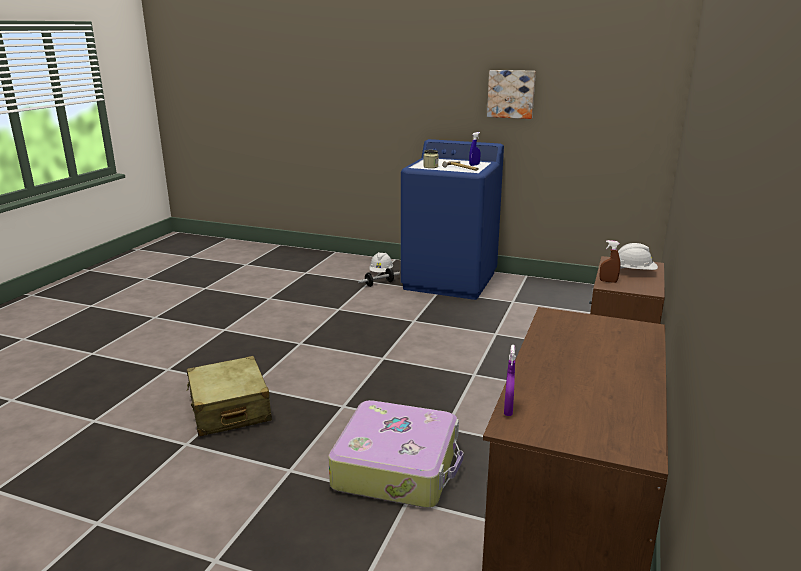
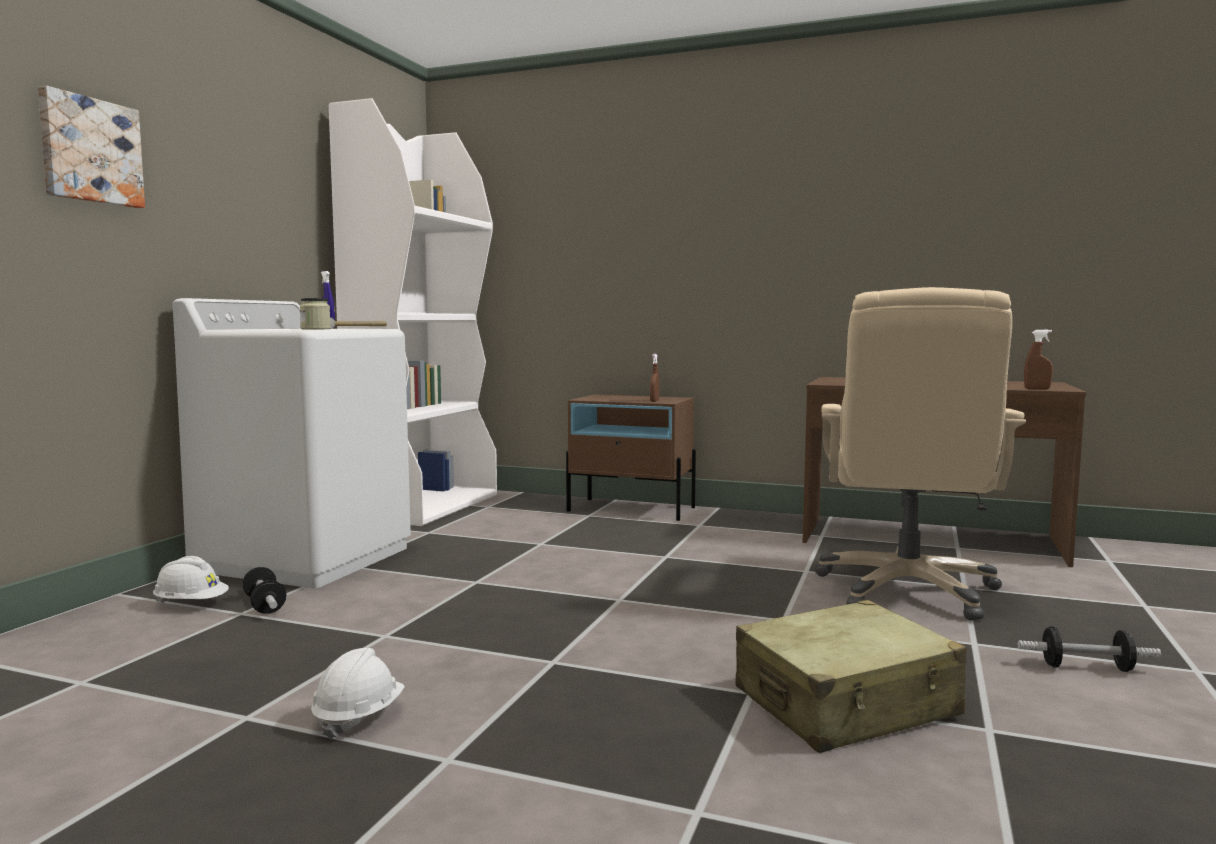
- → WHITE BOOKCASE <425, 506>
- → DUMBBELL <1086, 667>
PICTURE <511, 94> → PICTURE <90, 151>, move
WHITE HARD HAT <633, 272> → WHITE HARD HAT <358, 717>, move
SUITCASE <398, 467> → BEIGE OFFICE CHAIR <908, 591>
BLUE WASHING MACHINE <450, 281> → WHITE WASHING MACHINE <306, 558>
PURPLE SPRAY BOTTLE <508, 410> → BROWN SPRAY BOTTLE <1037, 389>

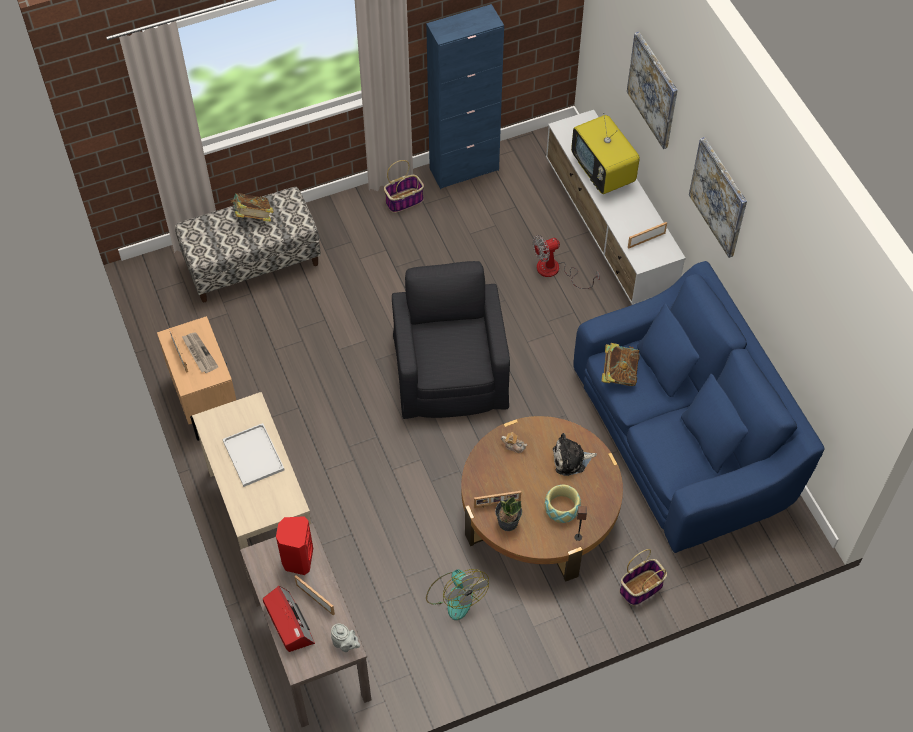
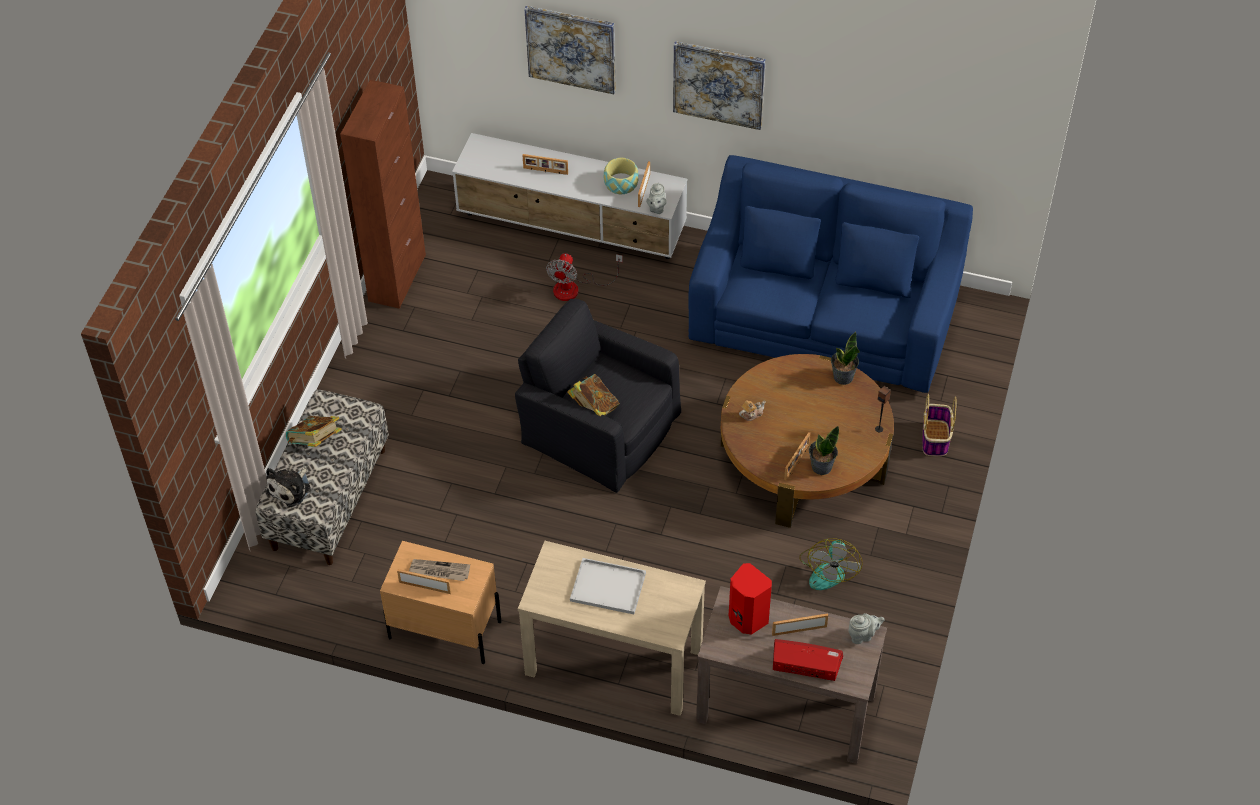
BASKET <404, 200> → -
- → GREY TEAPOT <656, 208>
- → POTTED PLANT <843, 377>
BOWL <562, 509> → BOWL <621, 183>, move
PLUSH TOY <571, 460> → PLUSH TOY <291, 488>, move
BOOK <619, 373> → BOOK <594, 409>, move
TELEVISION <603, 173> → PICTURE FRAME <545, 171>
BLUE CABINET <464, 169> → BROWN CABINET <397, 278>
FAN <455, 595> → FAN <828, 569>, 90 degrees clockwise

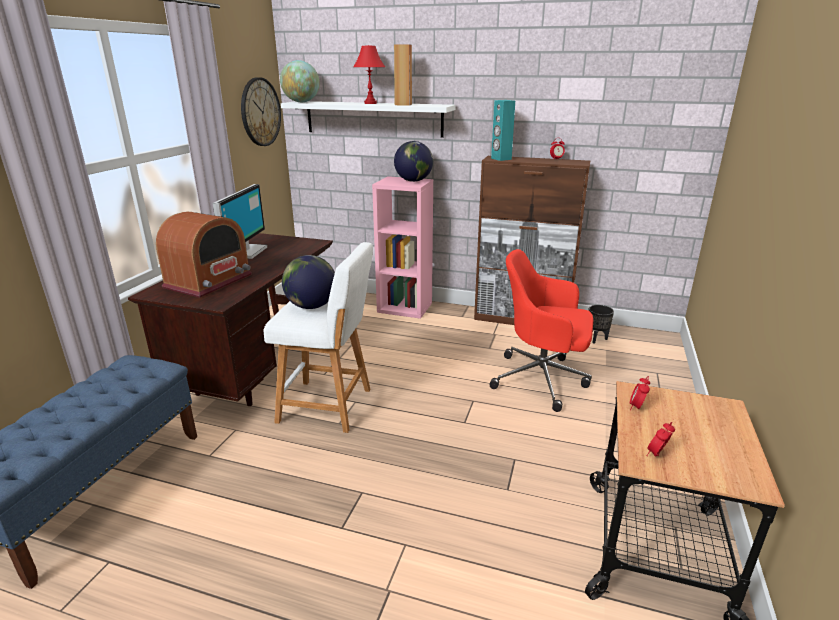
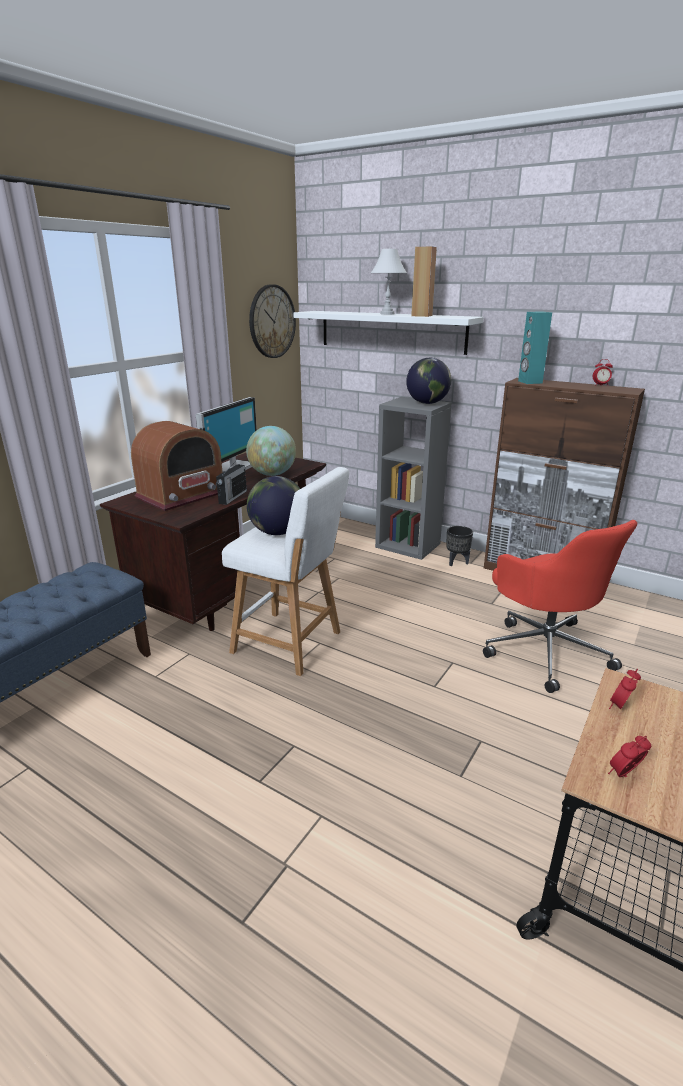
- → RADIO <232, 497>
GLOBE <301, 102> → GLOBE <272, 474>, move
BLACK PLANTER <597, 339> → BLACK PLANTER <457, 562>, move
RED TABLE LAMP <370, 103> → WHITE TABLE LAMP <387, 314>
PINK BOOKCASE <405, 307> → GREY BOOKCASE <408, 545>
RED OFFICE CHAIR <542, 379> → RED OFFICE CHAIR <545, 650>, 150 degrees counterclockwise

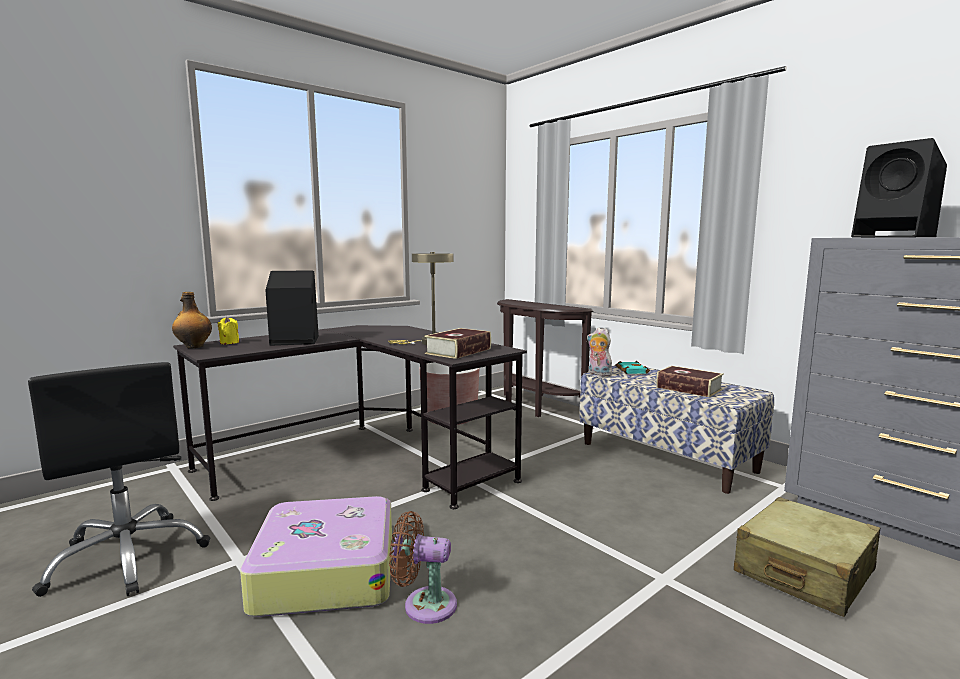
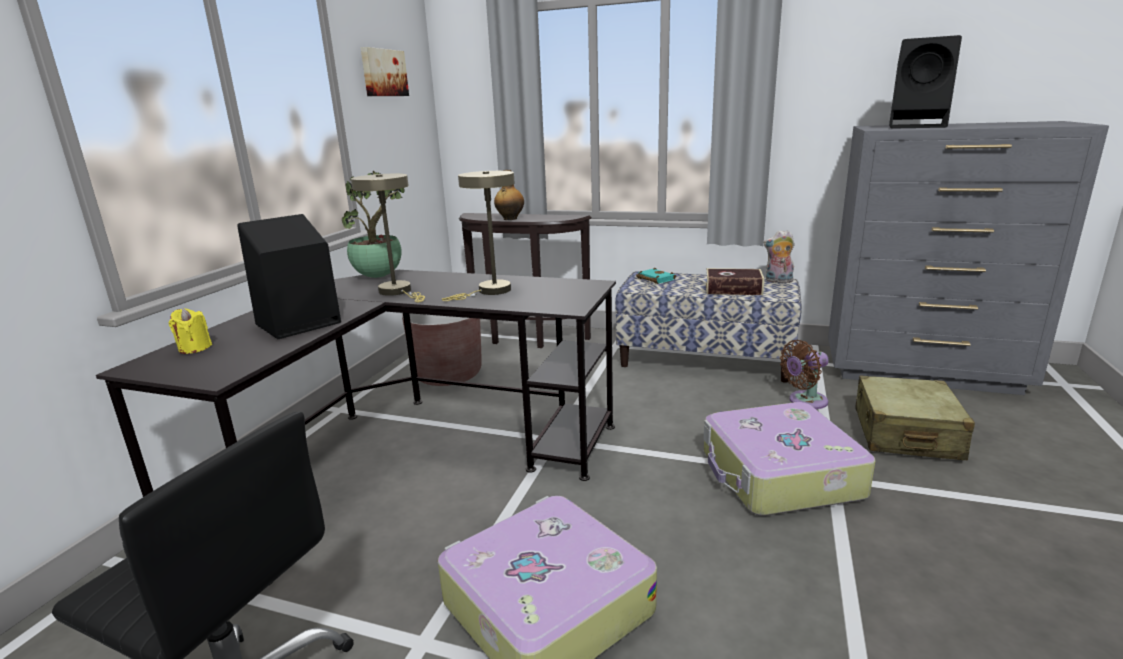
BOOK <458, 351> → -
- → POTTED PLANT <379, 276>
- → BEIGE TABLE LAMP <398, 292>
- → PICTURE <383, 73>
- → SUITCASE <779, 475>
BOTTLE <193, 347> → BOTTLE <510, 219>, move
BROWN FAN <424, 604> → BROWN FAN <804, 401>, move
PLUSH TOY <598, 374> → PLUSH TOY <778, 281>, move

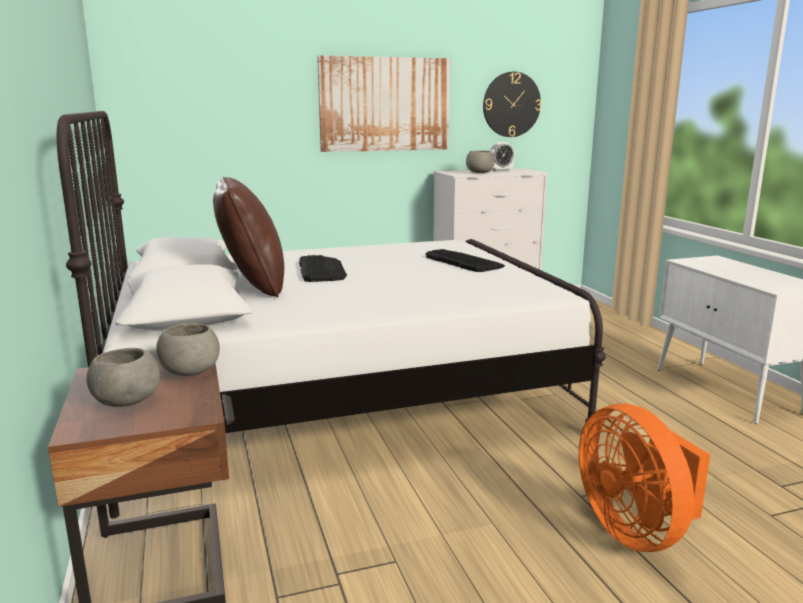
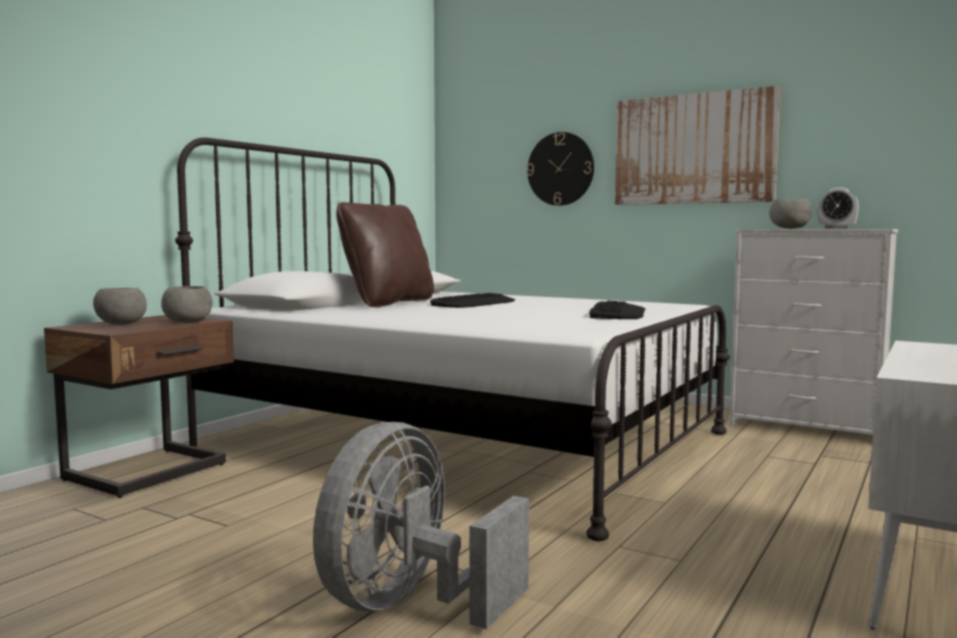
WALL CLOCK <511, 104> → WALL CLOCK <560, 169>, move
ORANGE FAN <635, 530> → GREY FAN <410, 604>

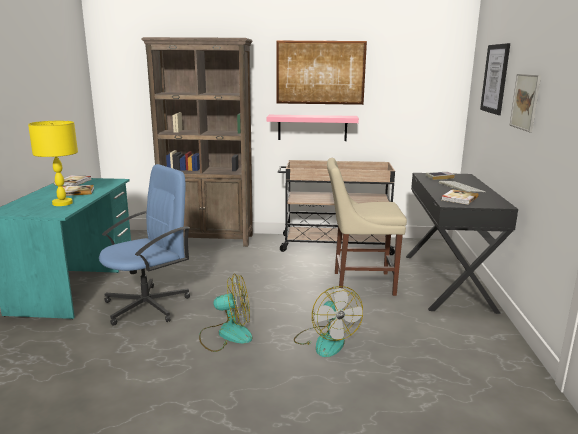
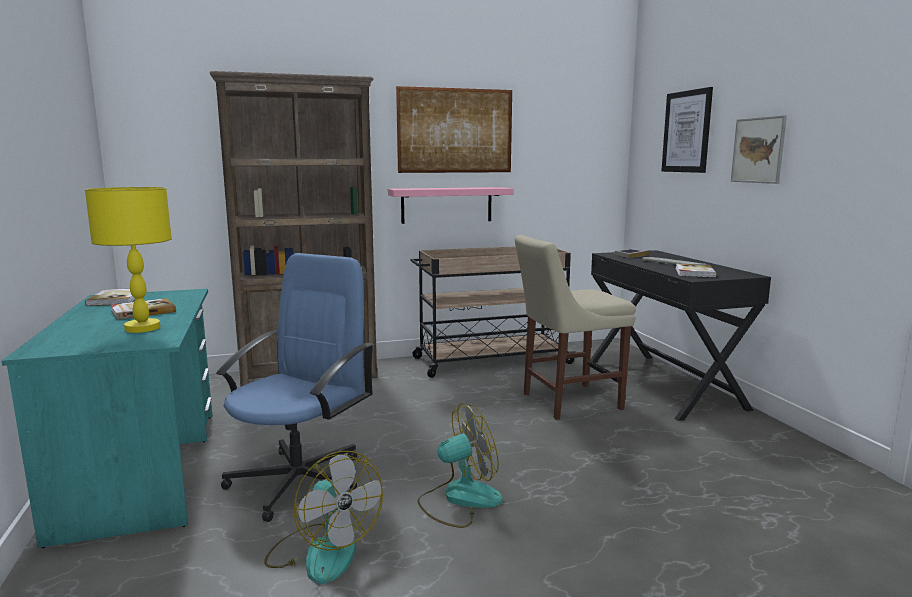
FAN <325, 341> → FAN <322, 551>, move

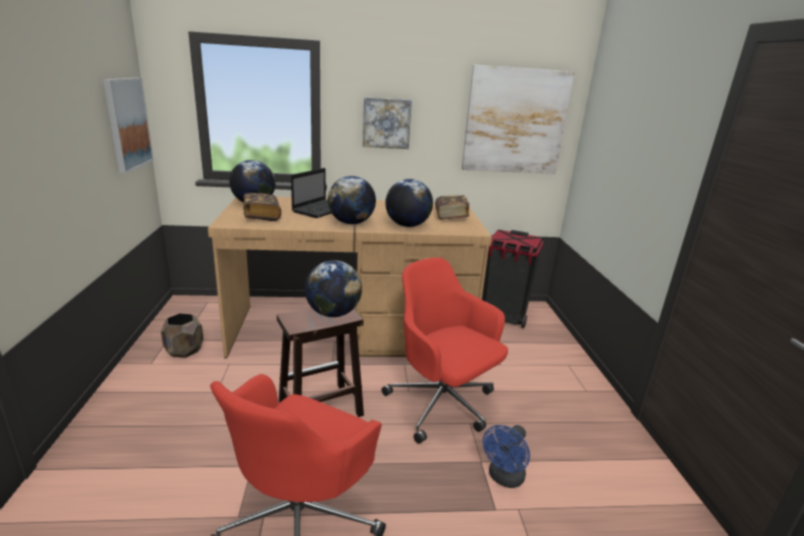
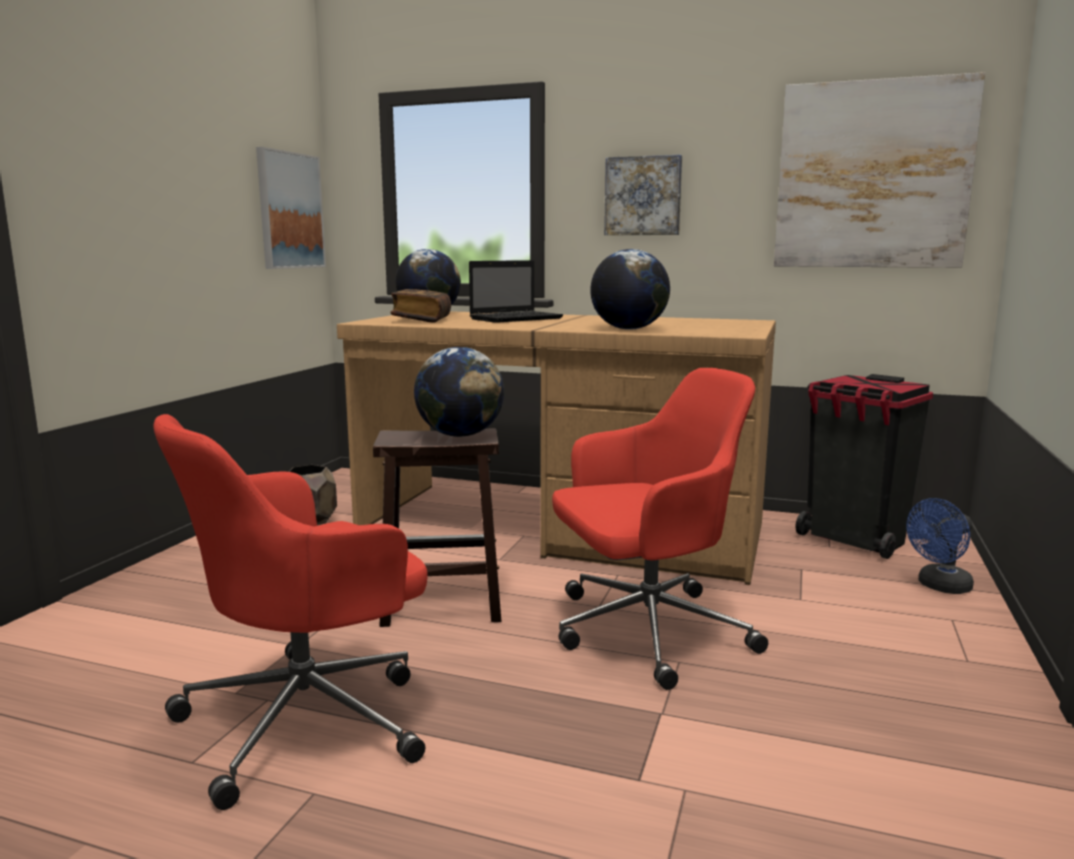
GLOBE <351, 223> → -
BOOK <451, 216> → -
BLUE FAN <504, 478> → BLUE FAN <939, 587>, move
RED OFFICE CHAIR <442, 405> → RED OFFICE CHAIR <645, 631>, 90 degrees clockwise

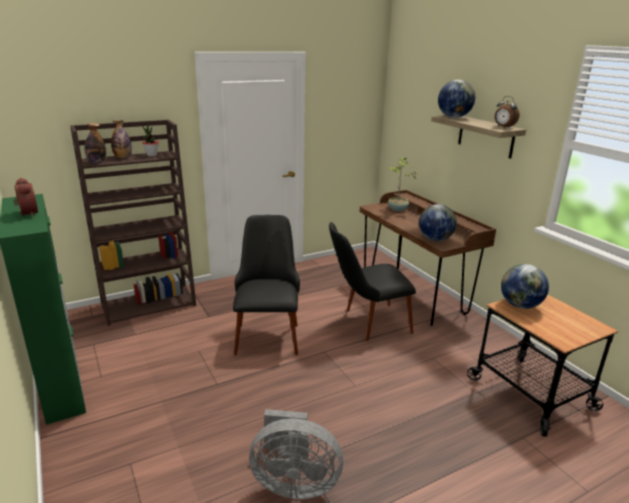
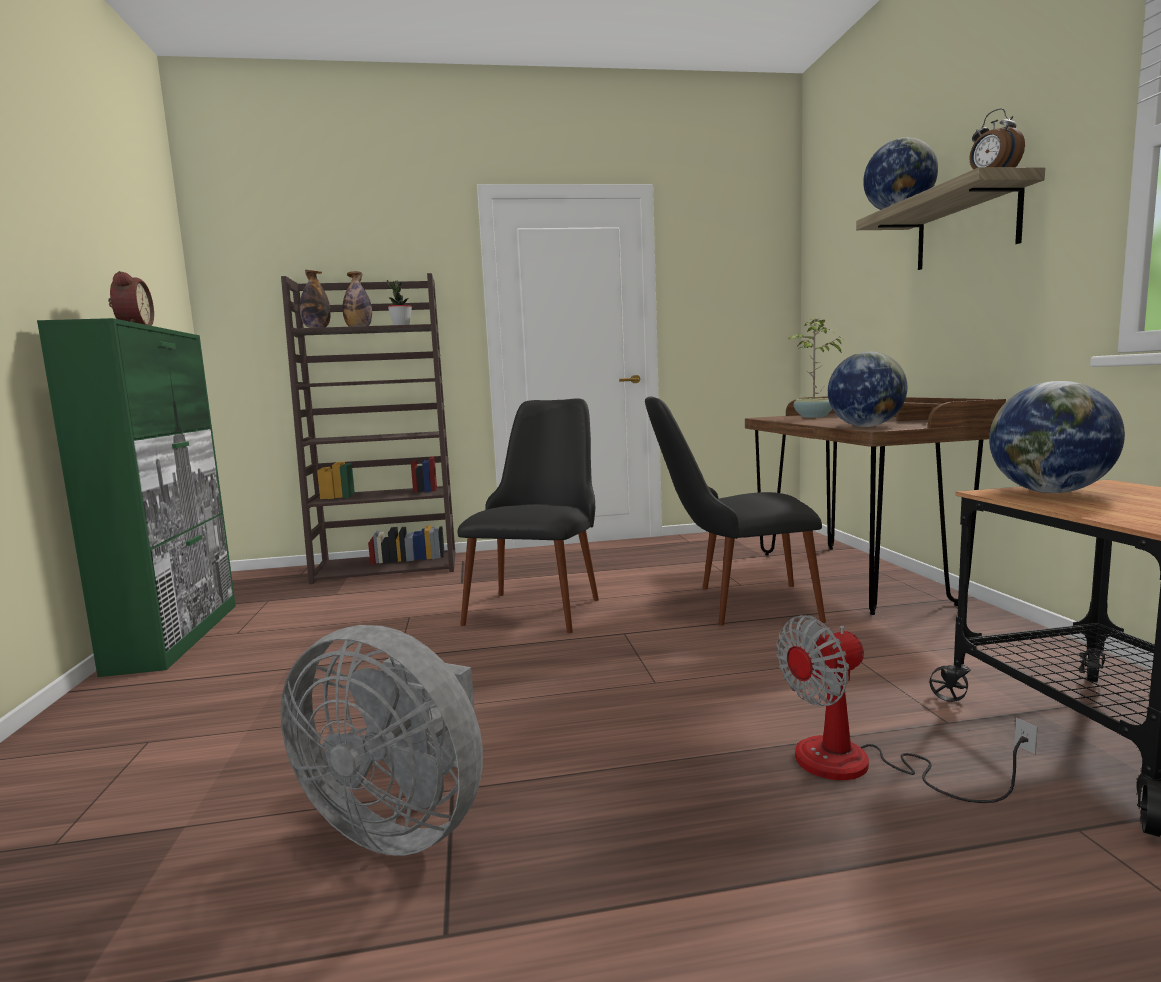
- → FAN <861, 766>

